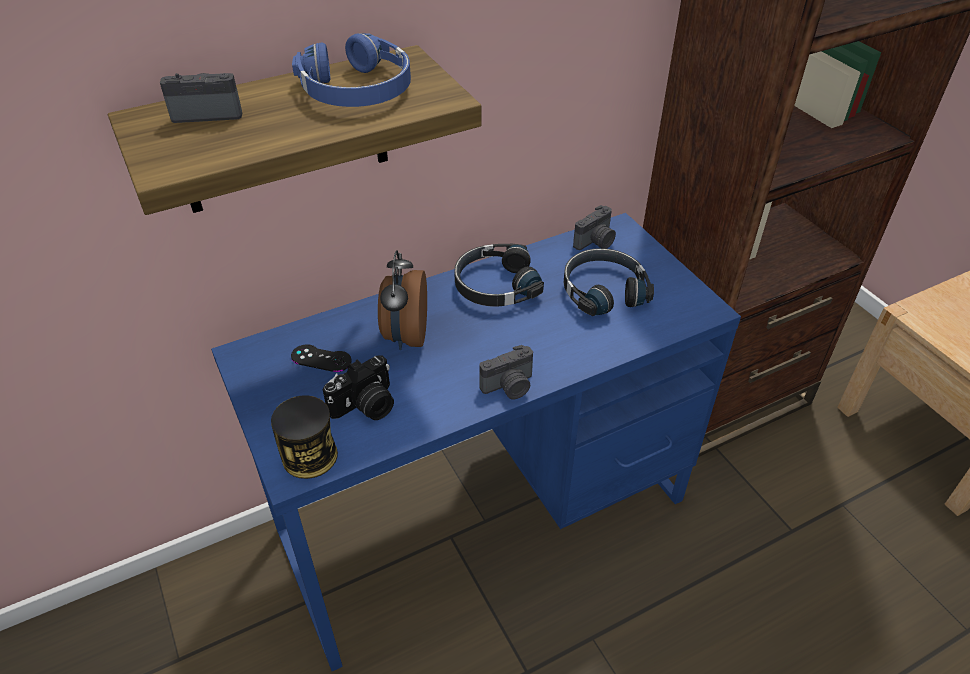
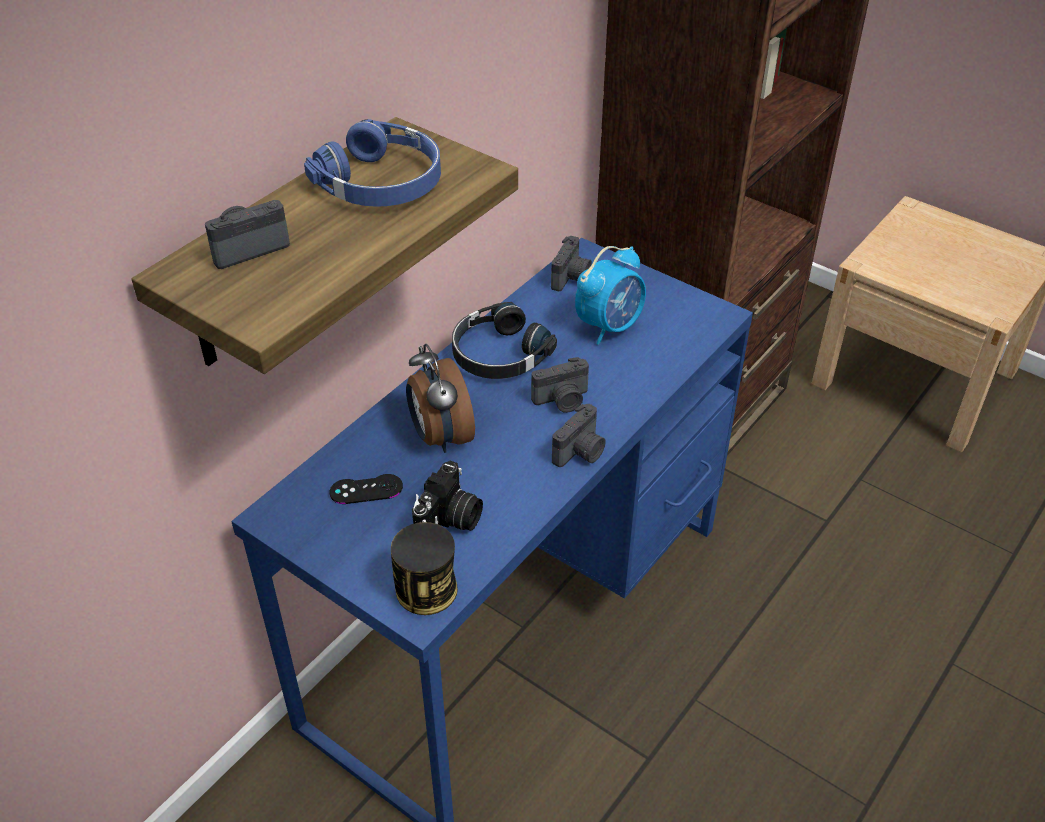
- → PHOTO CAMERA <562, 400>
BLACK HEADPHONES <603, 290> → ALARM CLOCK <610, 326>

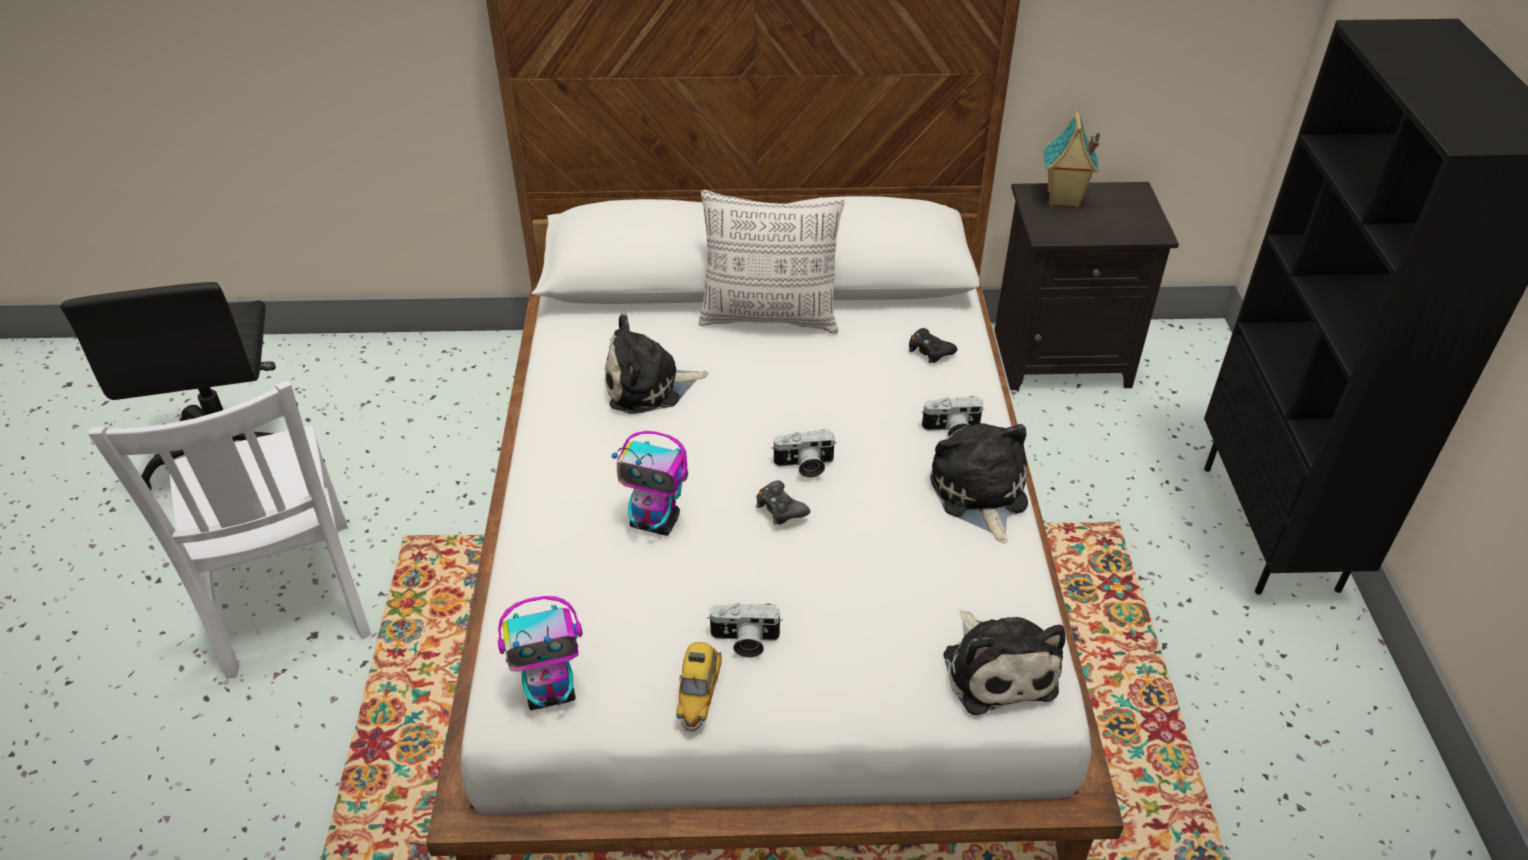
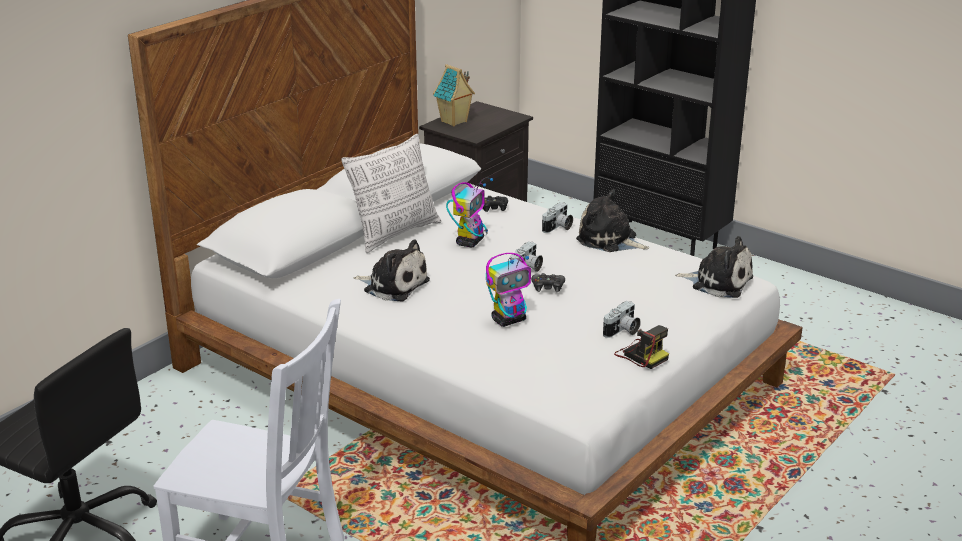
TOY ROBOT <551, 692> → TOY ROBOT <470, 242>, move
TOY CAR <698, 694> → PHOTO CAMERA <641, 355>
PLUSH TOY <648, 386> → PLUSH TOY <393, 285>, 90 degrees counterclockwise

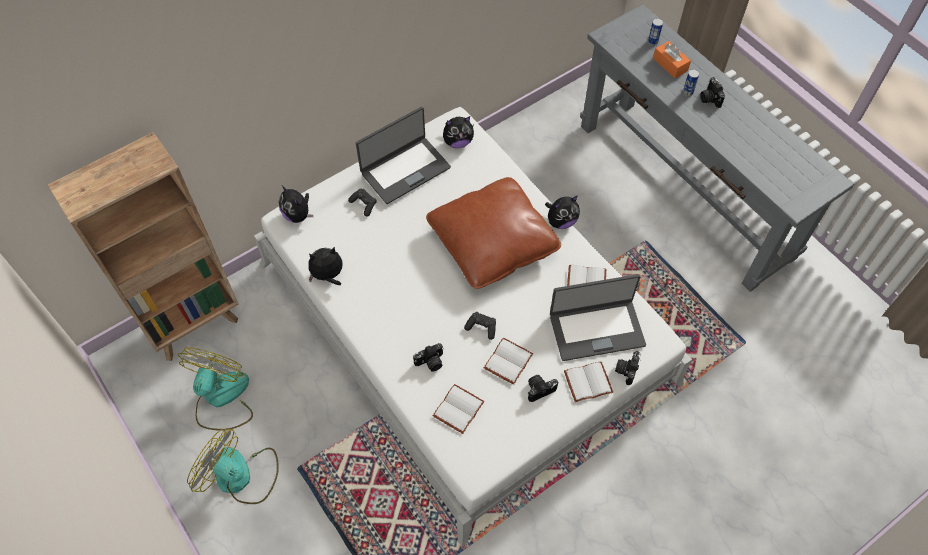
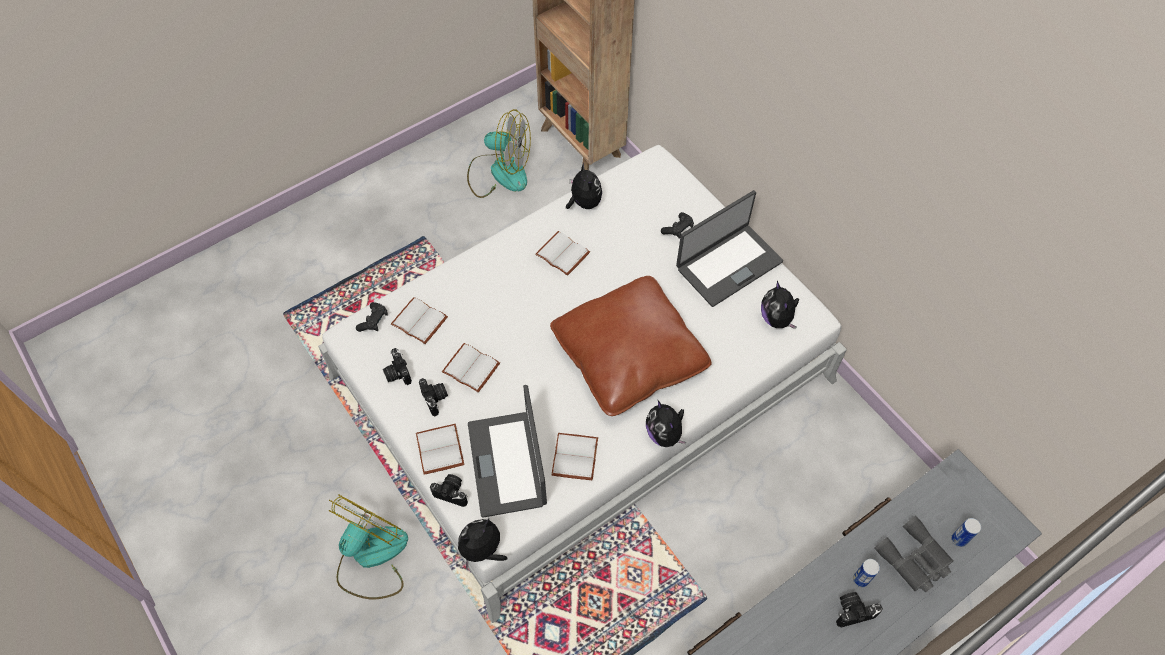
- → WHITE BOOK <564, 253>
FAN <241, 476> → FAN <371, 557>, move
PLUSH TOY <298, 215> → PLUSH TOY <482, 550>, move
PHOTO CAMERA <430, 362> → PHOTO CAMERA <397, 373>, move
BLACK GAME CONTROLLER <481, 327> → BLACK GAME CONTROLLER <373, 321>, move
ORANGE TISSUE BOX <670, 64> → GREY BINOCULARS <915, 560>
LAPTOP <405, 169> → LAPTOP <728, 264>, 90 degrees counterclockwise

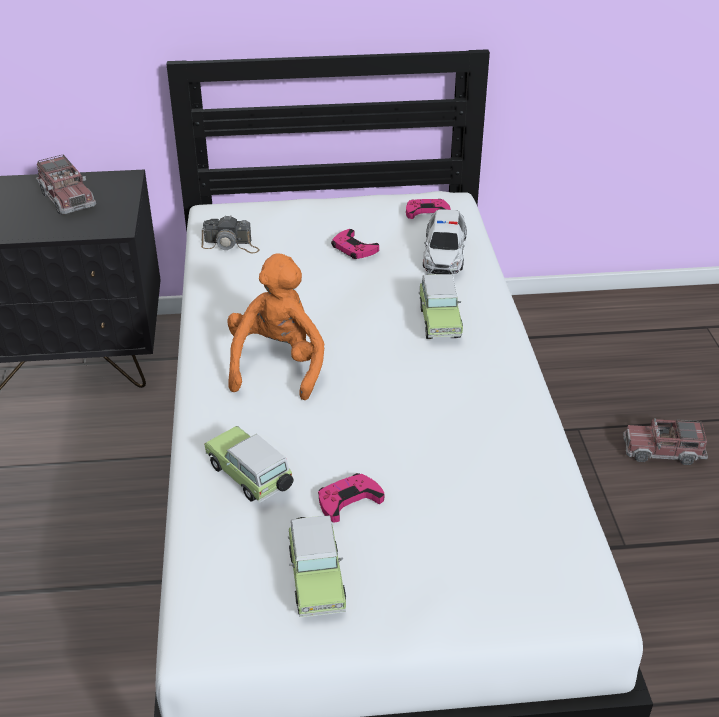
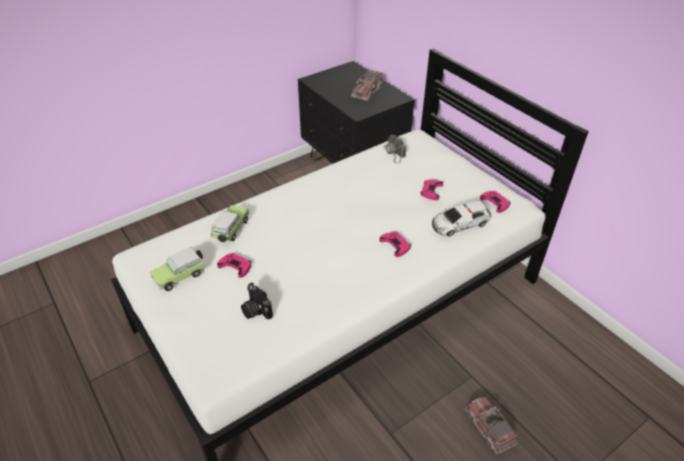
ORANGE PLUSH TOY <277, 365> → -
- → PHOTO CAMERA <255, 310>
TOY CAR <439, 320> → PINK GAME CONTROLLER <395, 245>

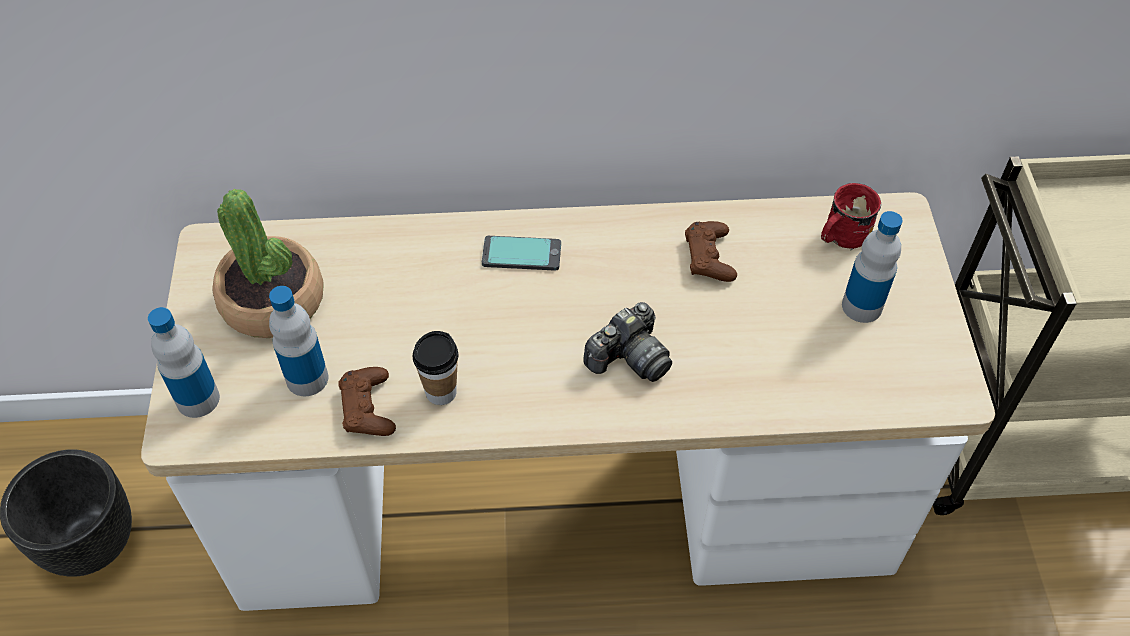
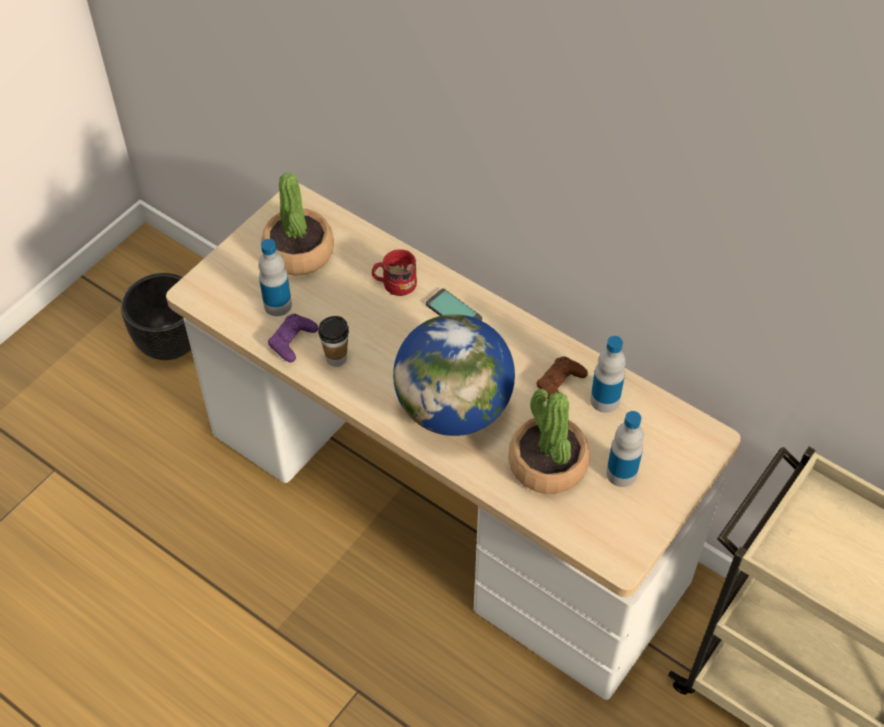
- → POTTED PLANT <547, 464>
BOTTLE <198, 399> → BOTTLE <604, 400>, move
RED MUG <840, 237> → RED MUG <394, 284>, move
PHOTO CAMERA <629, 358> → GLOBE <453, 409>
BROWN GAME CONTROLLER <368, 408> → PURPLE GAME CONTROLLER <292, 341>

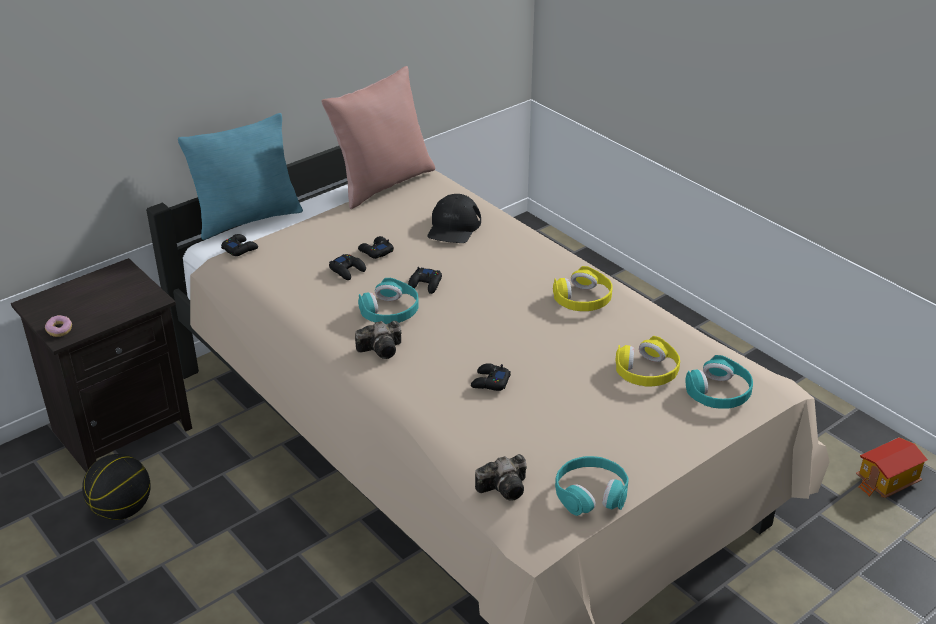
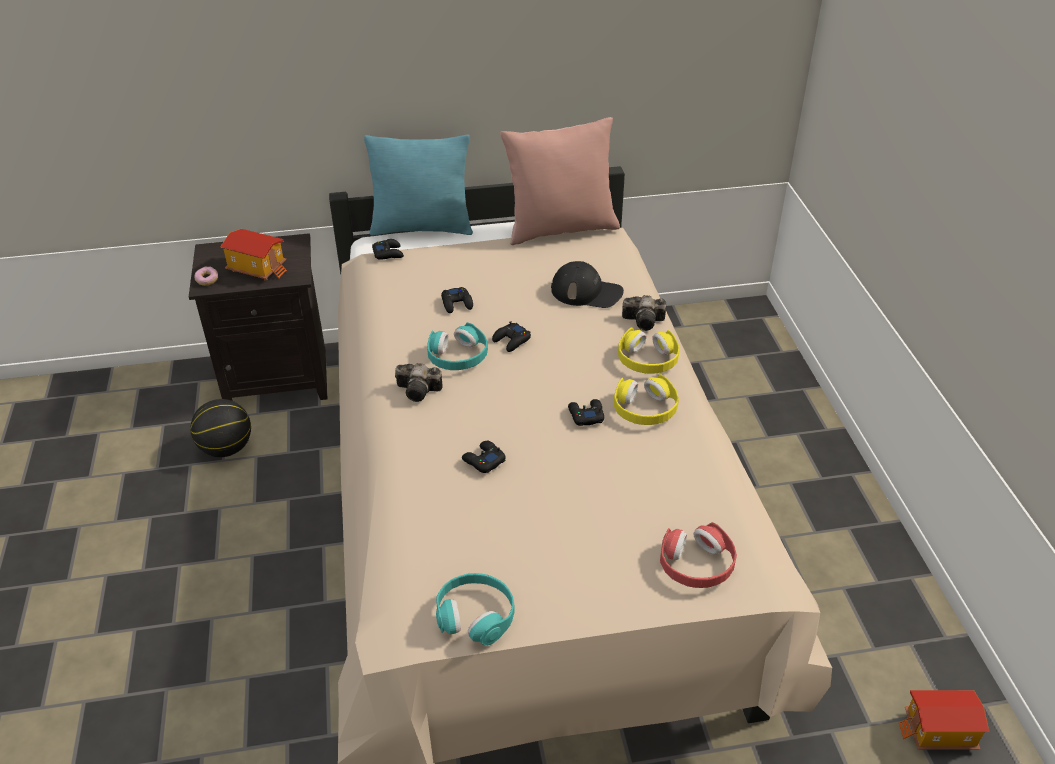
- → TOY HOUSE <258, 268>
BLACK GAME CONTROLLER <376, 251> → BLACK GAME CONTROLLER <585, 415>, move
PHOTO CAMERA <506, 487> → PHOTO CAMERA <645, 321>, move
YELLOW HEADPHONES <646, 372> → YELLOW HEADPHONES <647, 359>, move
TURQUOISE HEADPHONES <718, 393> → RED HEADPHONES <696, 564>
BLACK CAP <453, 227> → BLACK CAP <587, 292>, 120 degrees counterclockwise

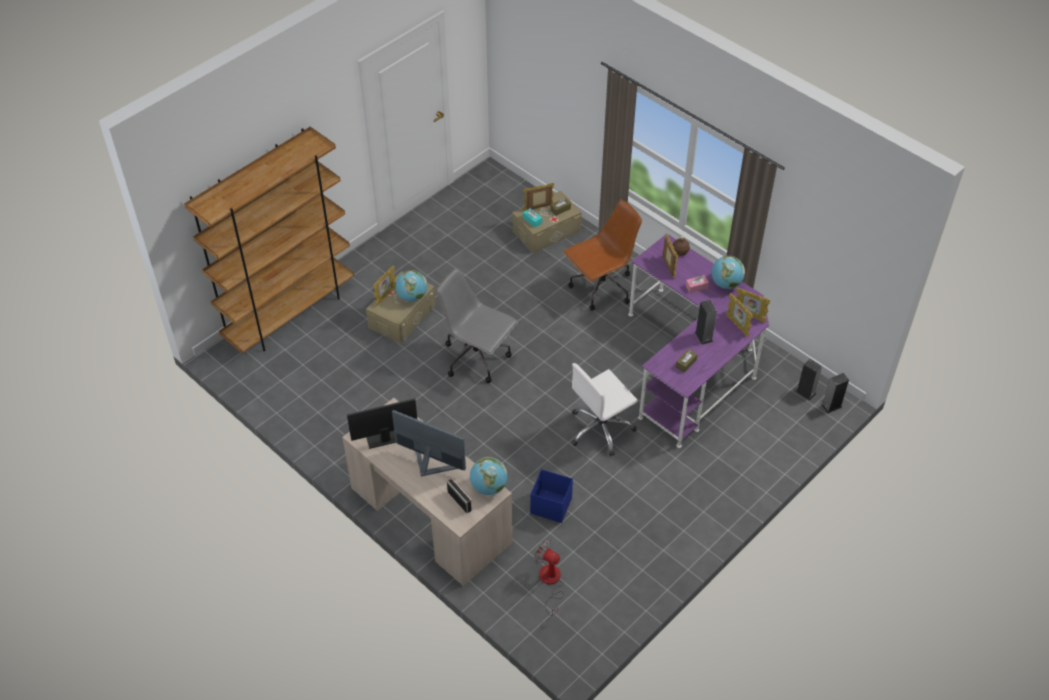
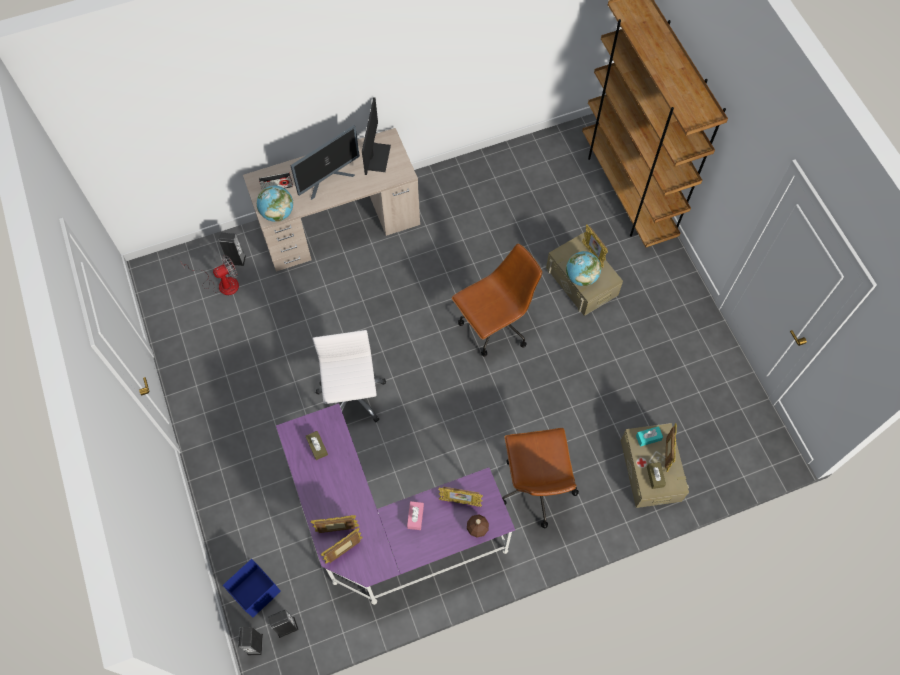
GLOBE <726, 284> → -
BLUE STORAGE BOX <550, 505> → BLUE STORAGE BOX <256, 591>, move
SPEAKER <703, 336> → SPEAKER <236, 260>, move
GREY OFFICE CHAIR <477, 358> → BROWN OFFICE CHAIR <494, 326>

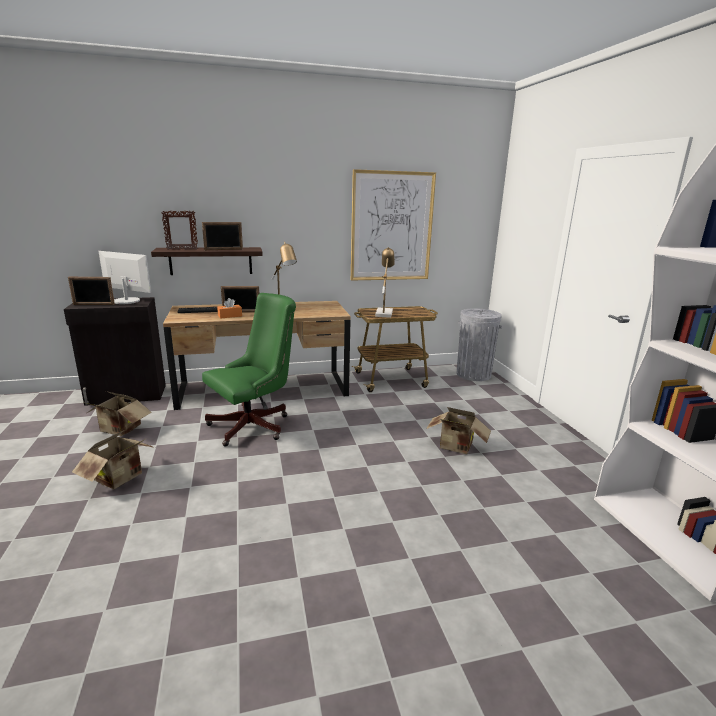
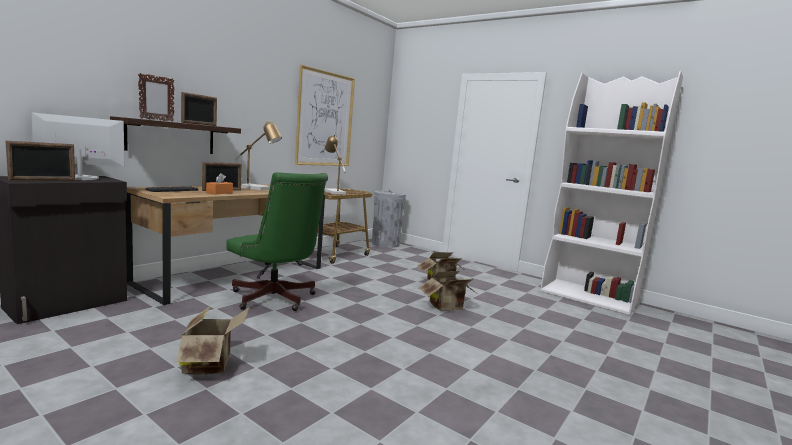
CARDBOARD BOX <119, 430> → CARDBOARD BOX <448, 308>, move
GREEN OFFICE CHAIR <255, 425> → GREEN OFFICE CHAIR <275, 299>, 120 degrees clockwise

